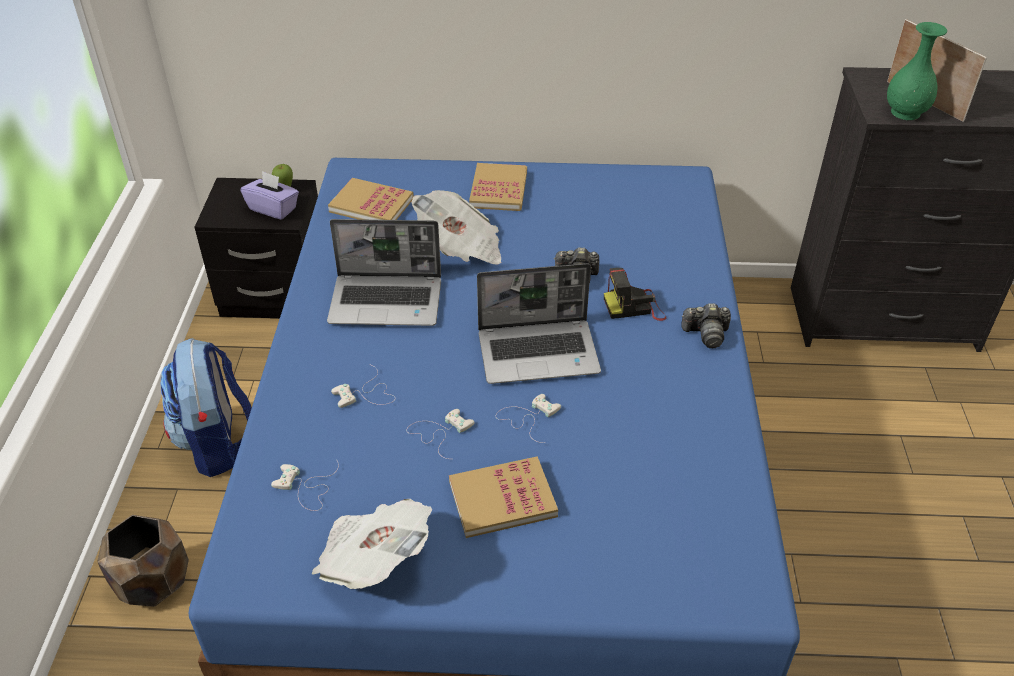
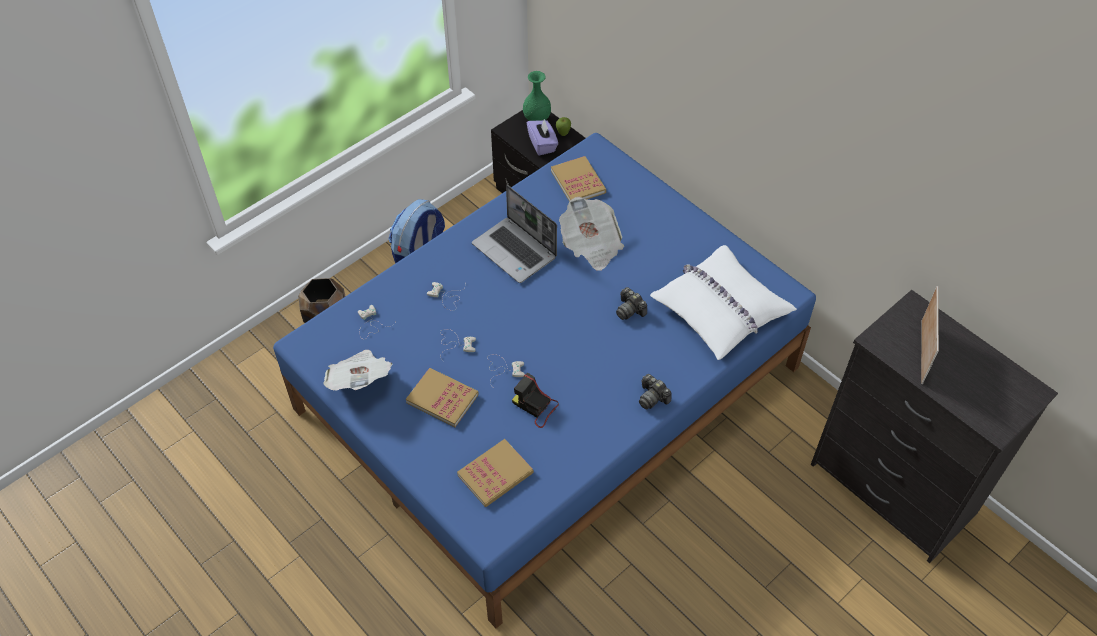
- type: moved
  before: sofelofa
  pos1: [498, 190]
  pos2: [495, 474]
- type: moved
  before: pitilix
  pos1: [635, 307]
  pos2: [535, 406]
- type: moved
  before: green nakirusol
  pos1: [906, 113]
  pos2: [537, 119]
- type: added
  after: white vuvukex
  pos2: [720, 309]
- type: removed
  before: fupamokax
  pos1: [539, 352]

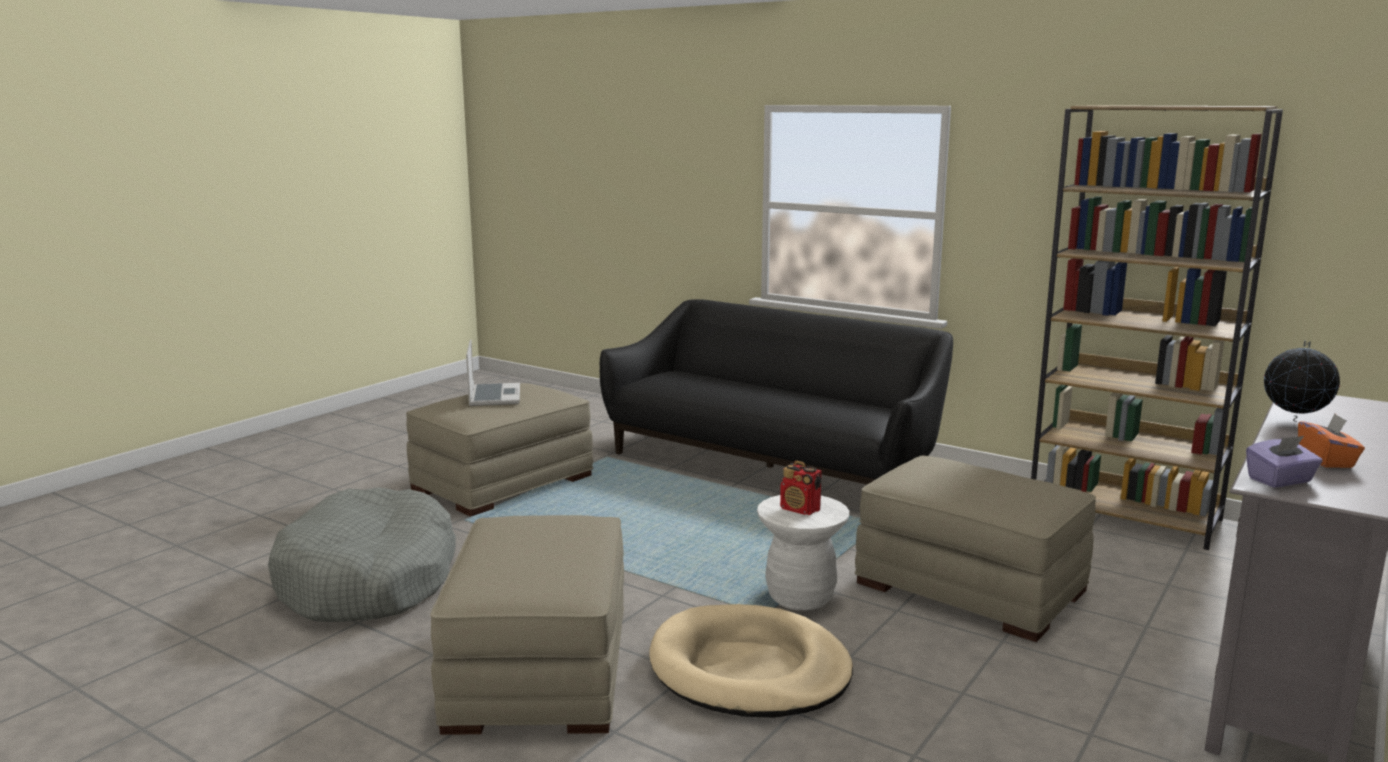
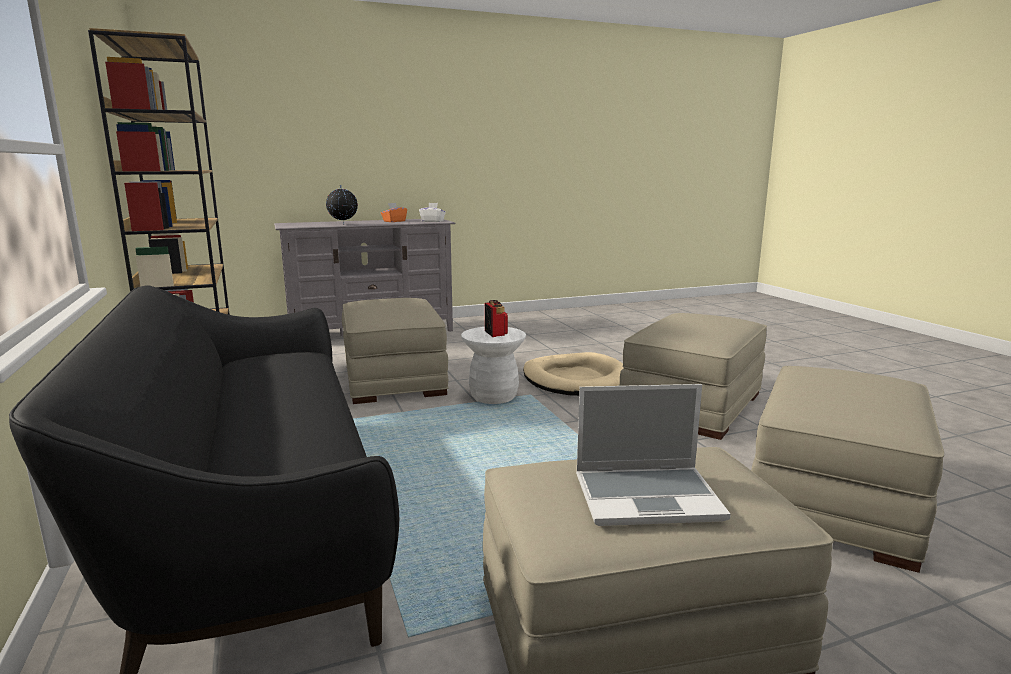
- type: recoloured
  before: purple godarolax
  after: white godarolax
  pos1: [1280, 480]
  pos2: [432, 221]
- type: turned
  before: fupamokax
  pos1: [493, 396]
  pos2: [648, 497]
  turn: -120
- type: replaced
  before: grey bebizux
  after: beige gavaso
  pos1: [368, 580]
  pos2: [834, 500]

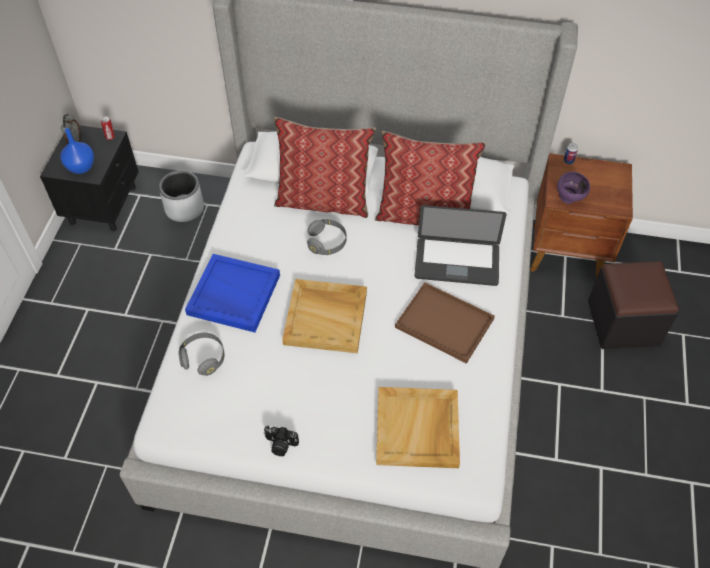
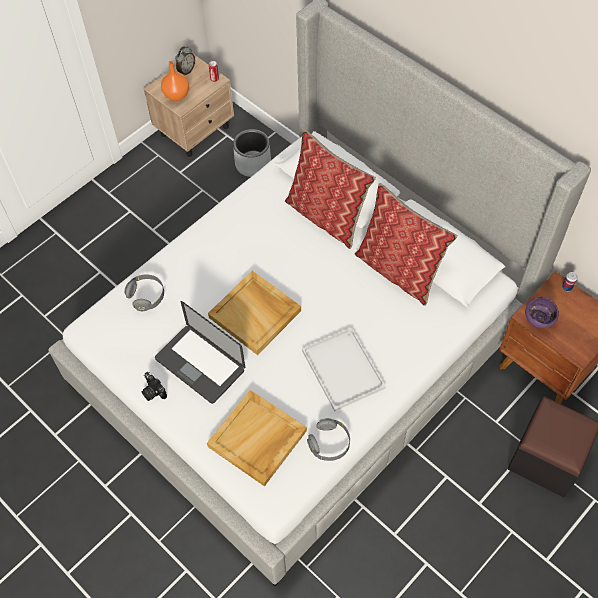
- type: recoloured
  before: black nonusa
  after: beige nonusa
  pos1: [104, 204]
  pos2: [195, 130]
- type: moved
  before: fupamokax
  pos1: [457, 262]
  pos2: [200, 364]
- type: recoloured
  before: blue nakirusol
  after: orange nakirusol
  pos1: [81, 168]
  pos2: [176, 96]
- type: recoloured
  before: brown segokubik
  after: white segokubik
  pos1: [442, 323]
  pos2: [341, 368]
- type: moved
  before: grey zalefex
  pos1: [327, 242]
  pos2: [329, 443]
- type: removed
  before: blue segokubik
  pos1: [233, 295]

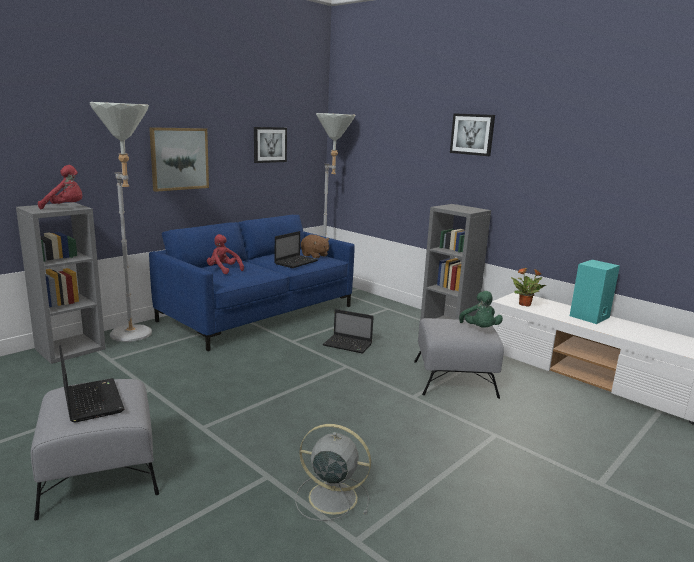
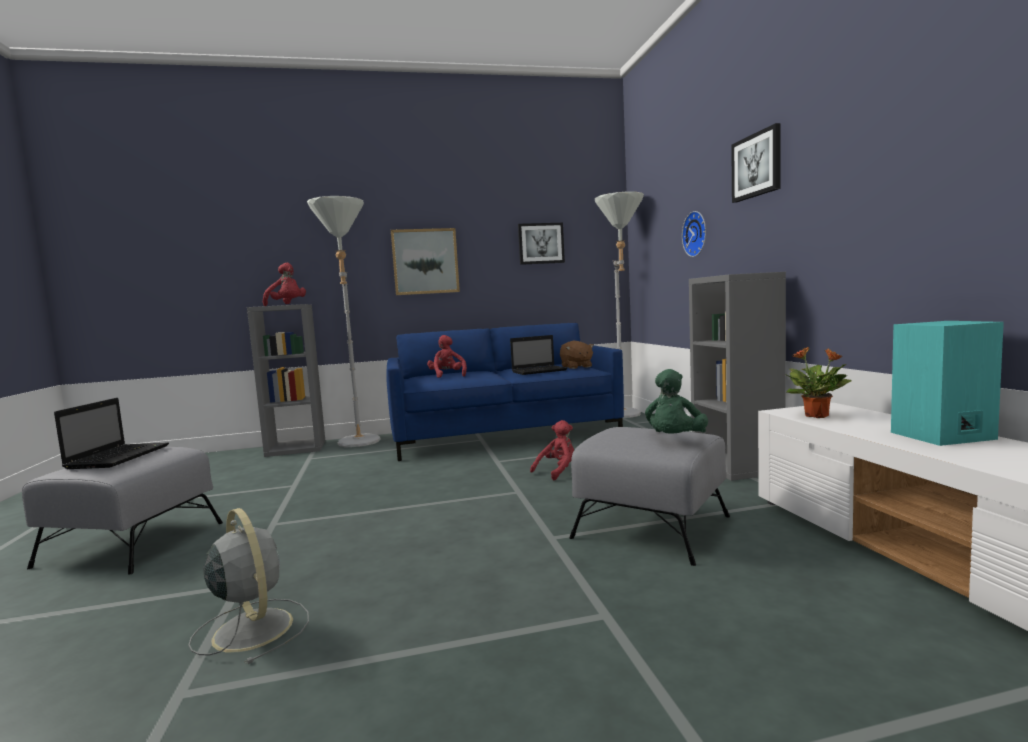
- type: replaced
  before: fupamokax
  after: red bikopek
  pos1: [348, 345]
  pos2: [557, 471]
- type: added
  after: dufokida
  pos2: [697, 234]

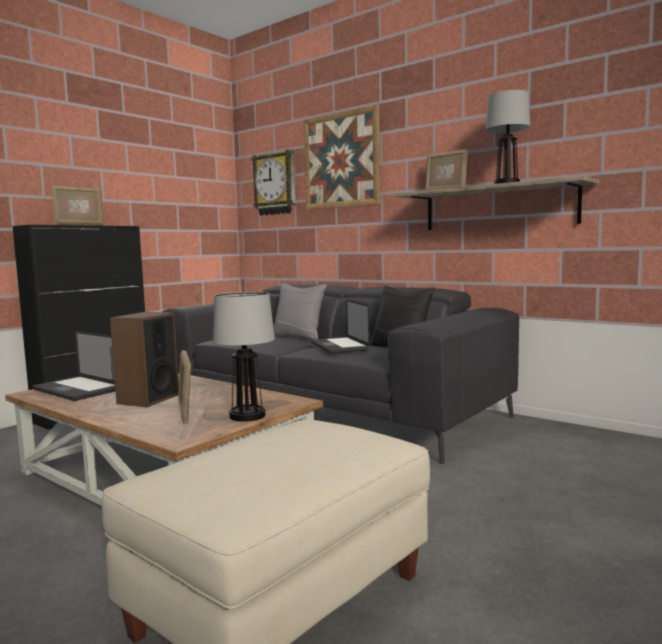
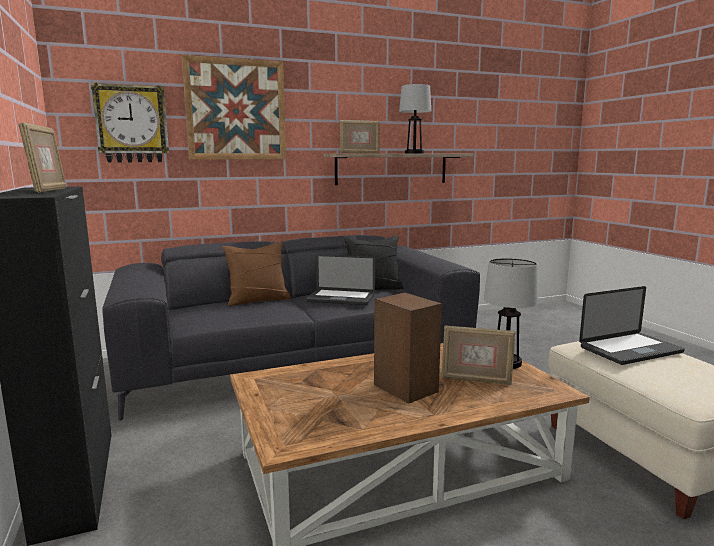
- type: recoloured
  before: grey vuvukex
  after: brown vuvukex
  pos1: [298, 337]
  pos2: [258, 300]
- type: moved
  before: fupamokax
  pos1: [77, 390]
  pos2: [630, 350]

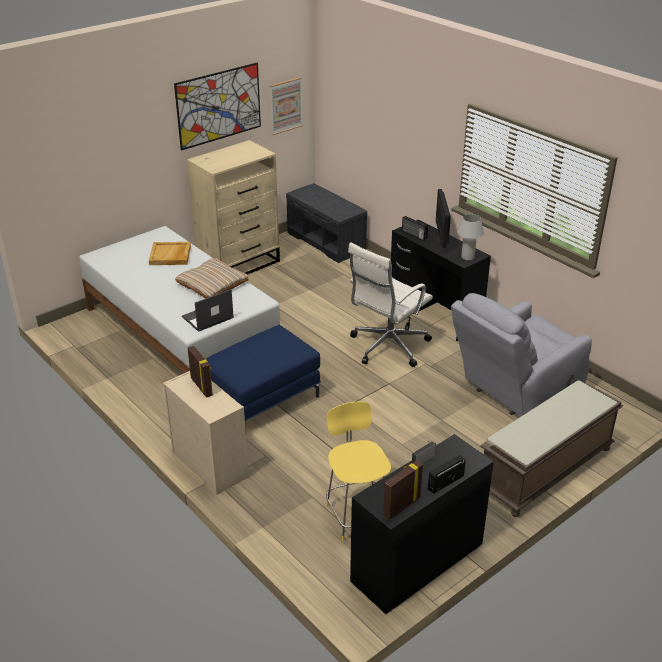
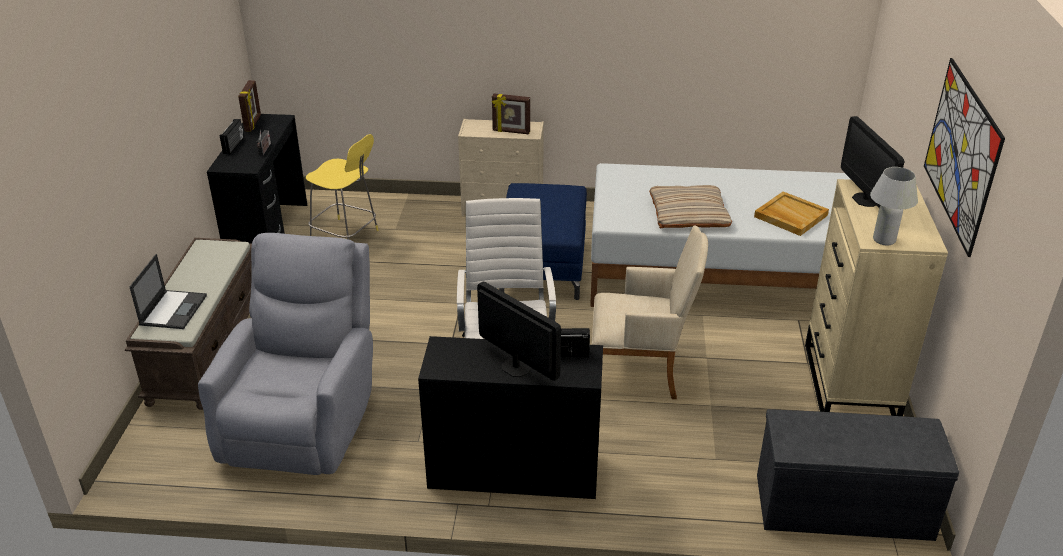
- type: moved
  before: fupamokax
  pos1: [207, 317]
  pos2: [173, 309]
- type: added
  after: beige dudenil
  pos2: [641, 372]
- type: added
  after: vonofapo
  pos2: [865, 199]
- type: moved
  before: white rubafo
  pos1: [467, 257]
  pos2: [884, 240]
- type: removed
  before: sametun
  pos1: [285, 105]

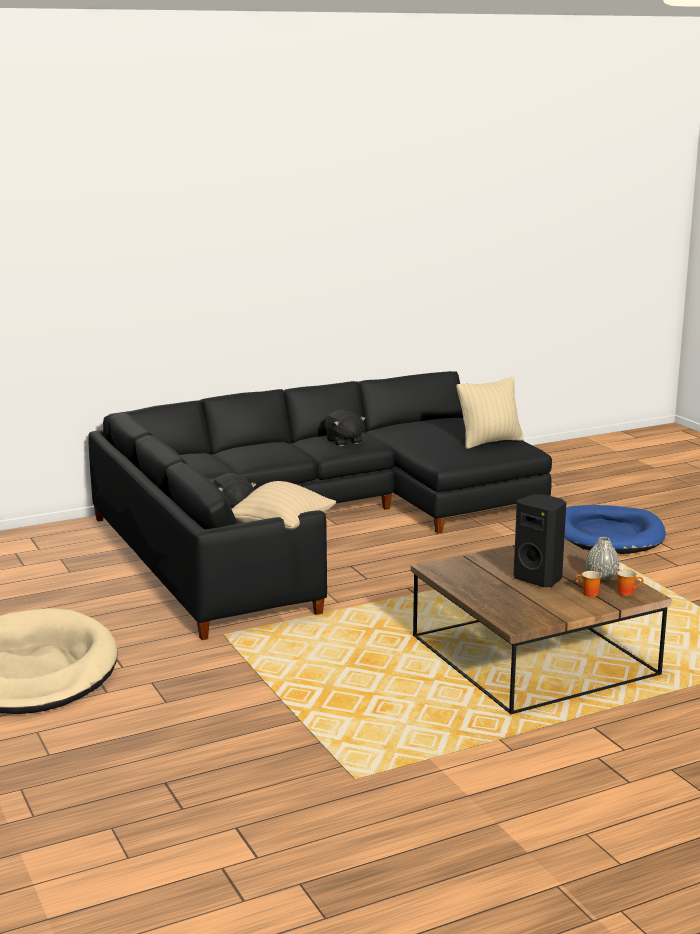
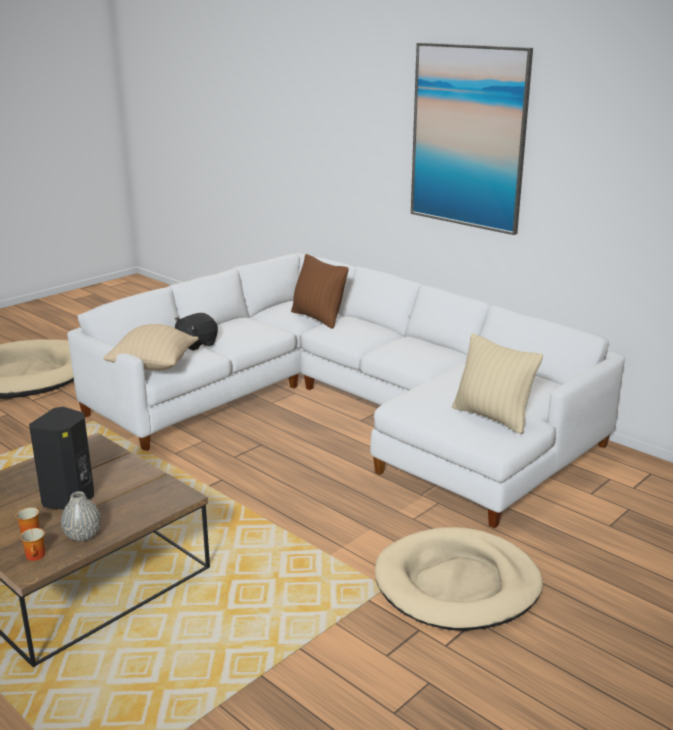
- type: recoloured
  before: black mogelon
  after: white mogelon
  pos1: [308, 525]
  pos2: [348, 409]
- type: added
  after: brown vuvukex
  pos2: [318, 318]
- type: recoloured
  before: blue bebizux
  after: beige bebizux
  pos1: [608, 535]
  pos2: [457, 584]
- type: added
  after: sametun
  pos2: [468, 137]
- type: removed
  before: black bikopek
  pos1: [344, 441]

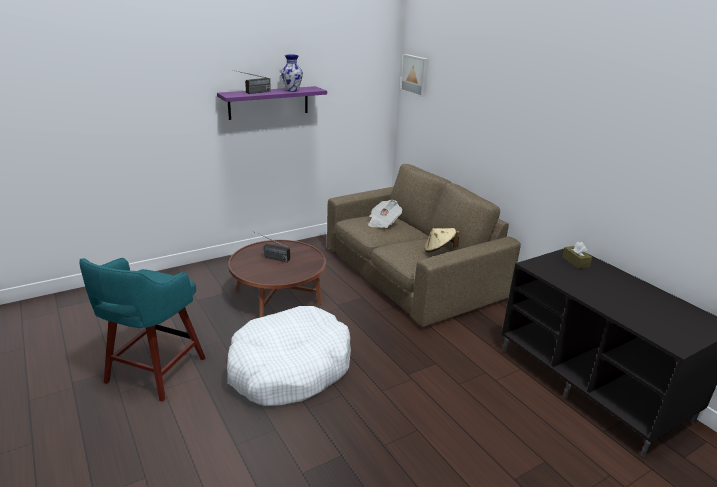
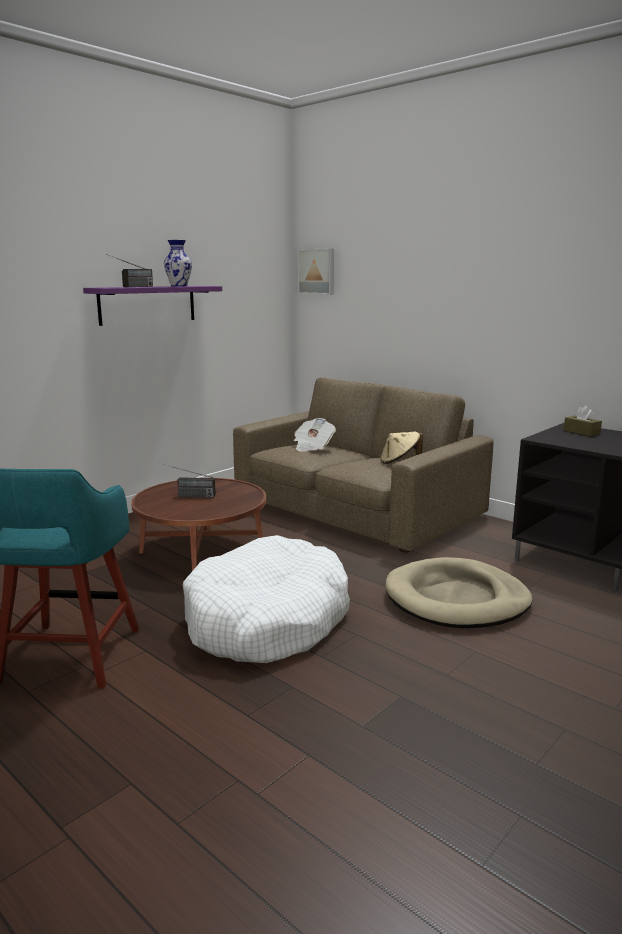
- type: added
  after: beige bebizux
  pos2: [457, 599]

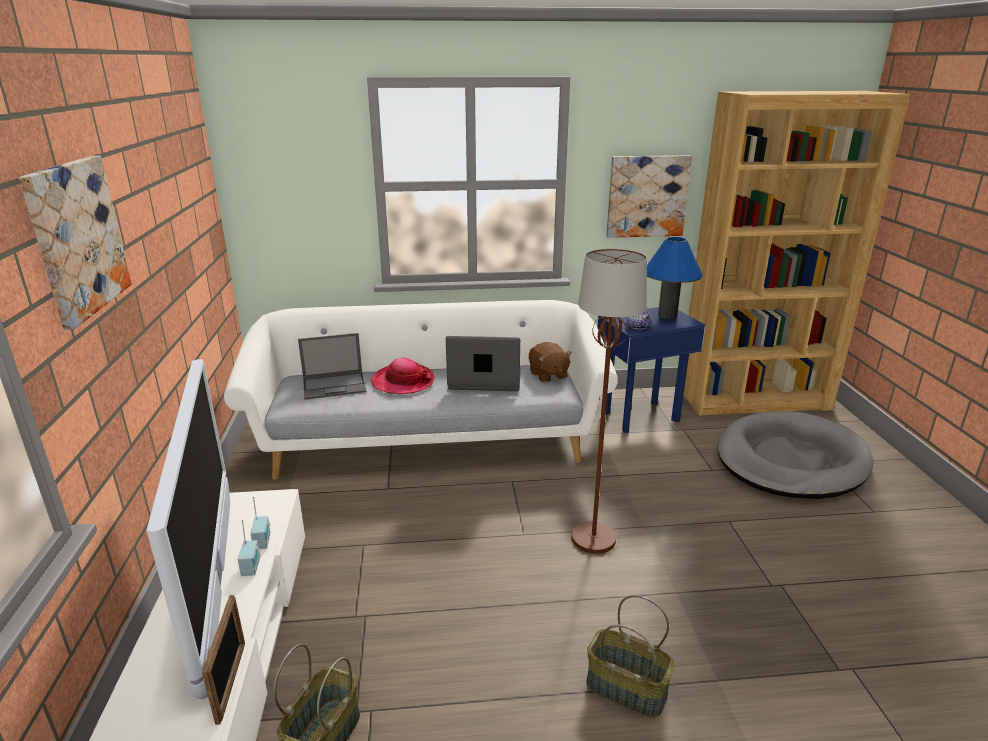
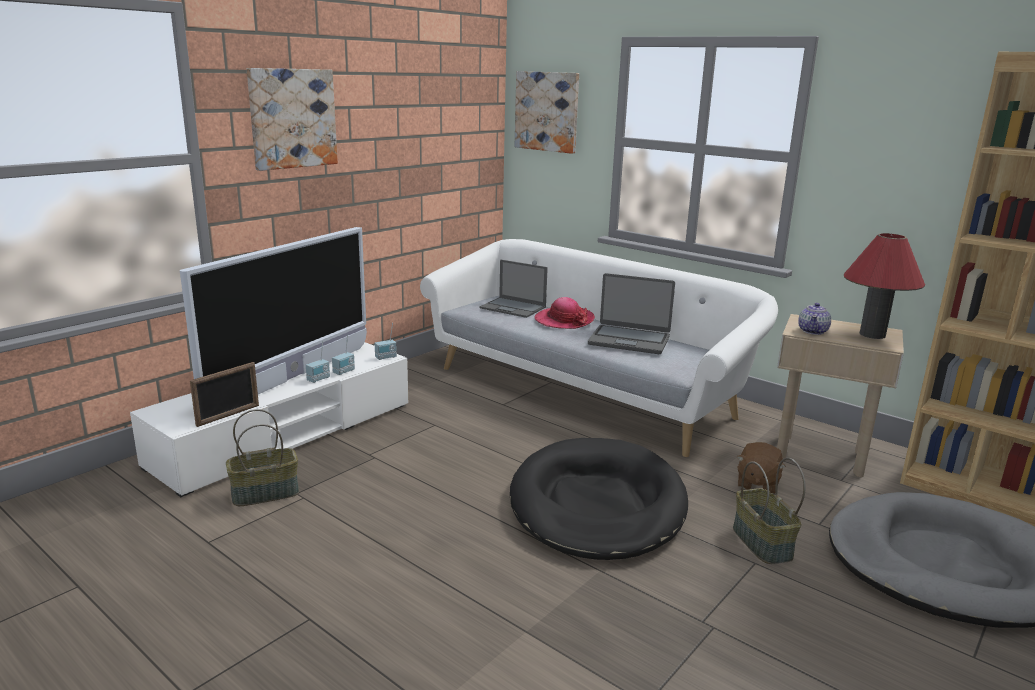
- type: added
  after: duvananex
  pos2: [386, 357]
- type: replaced
  before: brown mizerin
  after: black bebizux
  pos1: [593, 539]
  pos2: [597, 504]
- type: moved
  before: sametun
  pos1: [647, 196]
  pos2: [547, 111]
- type: turned
  before: fupamokax
  pos1: [485, 380]
  pos2: [629, 340]
  turn: 150
- type: moved
  before: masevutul
  pos1: [625, 689]
  pos2: [760, 542]
- type: moved
  before: brown bikopek
  pos1: [548, 375]
  pos2: [757, 483]
- type: recoloured
  before: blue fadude
  after: beige fadude
  pos1: [641, 416]
  pos2: [820, 455]
- type: recoloured
  before: blue rubafo
  after: red rubafo
  pos1: [667, 316]
  pos2: [872, 334]

